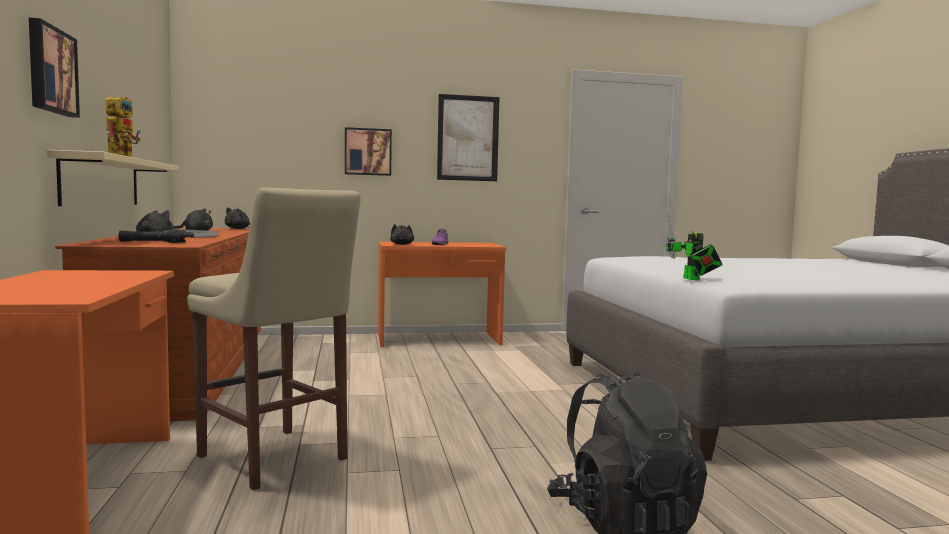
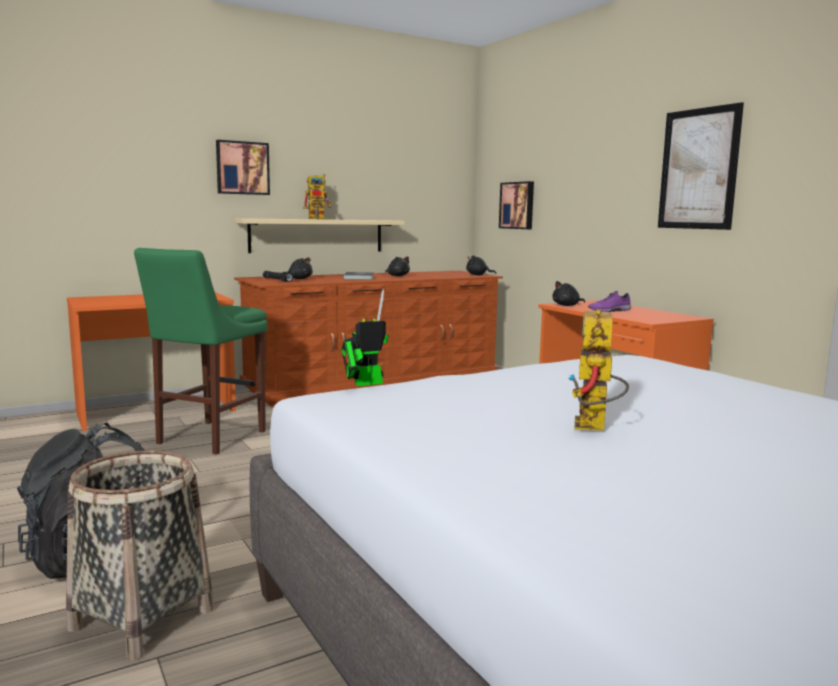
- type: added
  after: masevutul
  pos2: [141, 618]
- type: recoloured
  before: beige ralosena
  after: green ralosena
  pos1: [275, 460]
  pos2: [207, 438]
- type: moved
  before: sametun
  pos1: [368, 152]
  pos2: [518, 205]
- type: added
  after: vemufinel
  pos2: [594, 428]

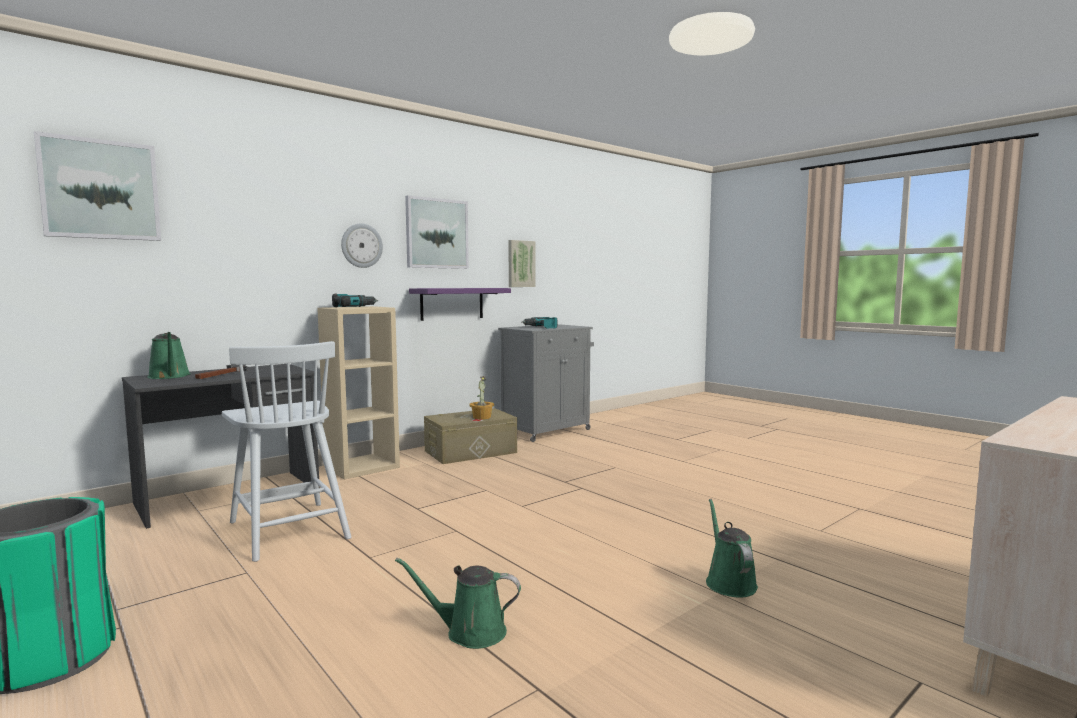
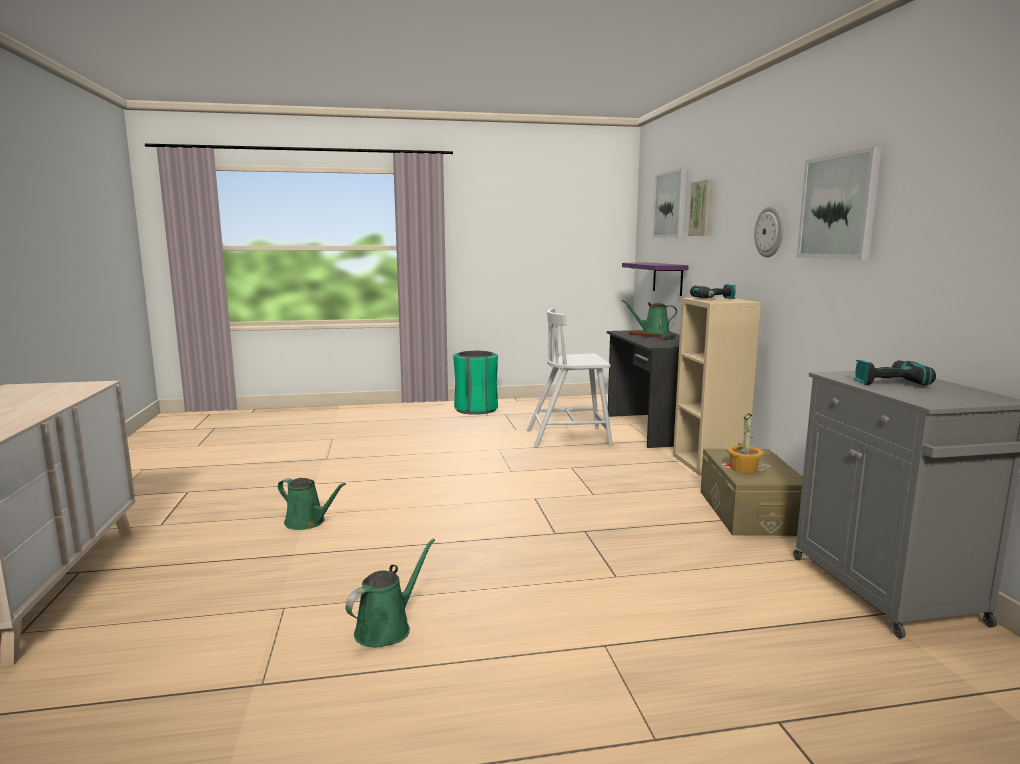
- type: moved
  before: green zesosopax
  pos1: [470, 632]
  pos2: [387, 628]
- type: moved
  before: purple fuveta
  pos1: [452, 303]
  pos2: [667, 278]
- type: moved
  before: sametun
  pos1: [520, 264]
  pos2: [702, 208]

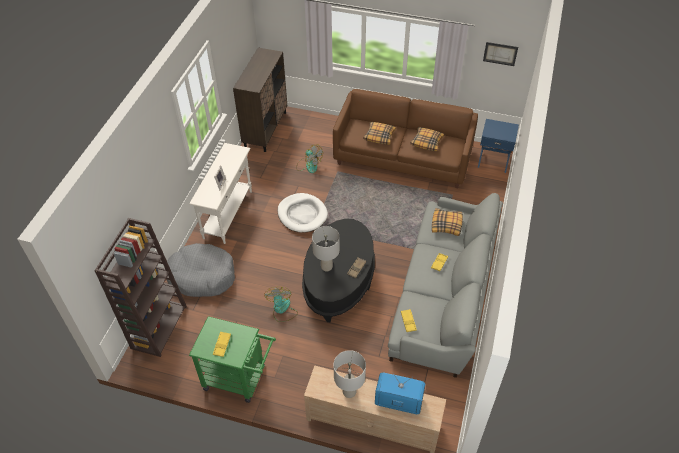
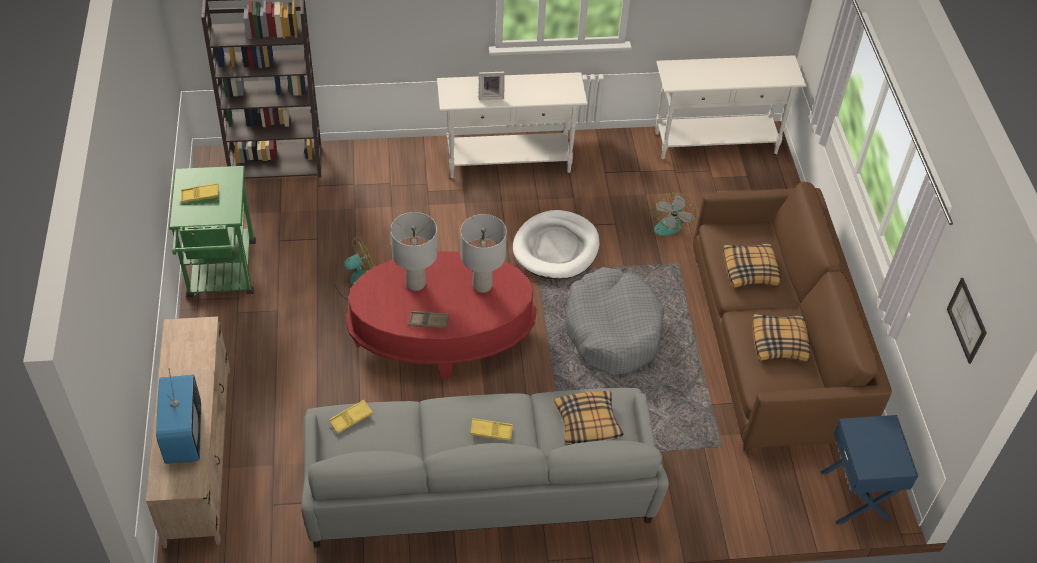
- type: recoloured
  before: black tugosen
  after: red tugosen
  pos1: [339, 281]
  pos2: [442, 335]
- type: moved
  before: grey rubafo
  pos1: [349, 392]
  pos2: [482, 285]
- type: moved
  before: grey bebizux
  pos1: [202, 276]
  pos2: [612, 330]
- type: replaced
  before: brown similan
  after: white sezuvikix
  pos1: [265, 129]
  pos2: [716, 143]

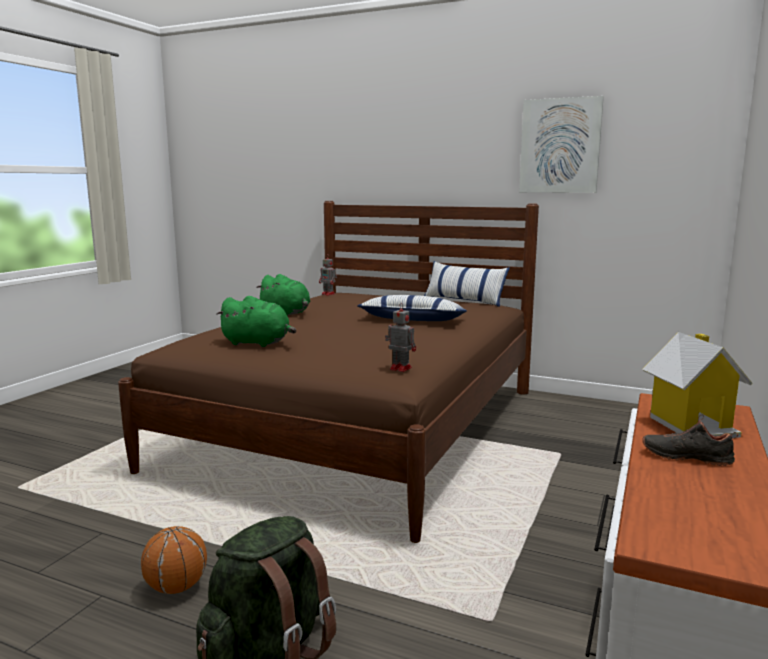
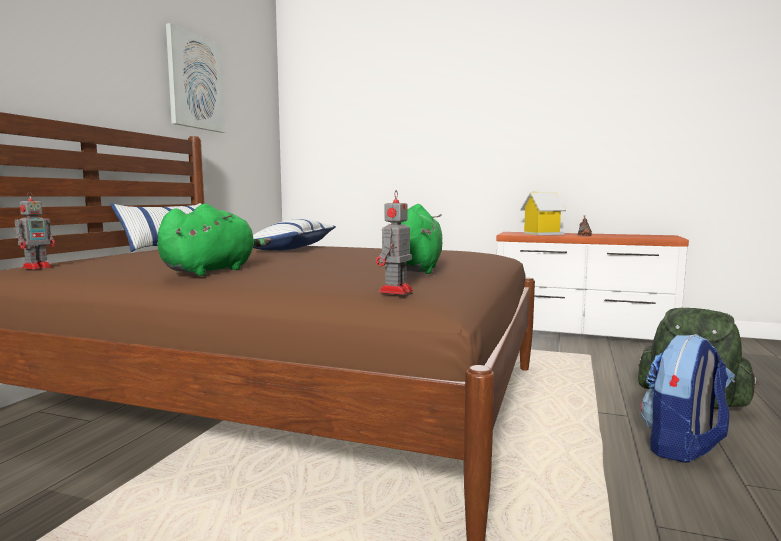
- type: moved
  before: vemufinel
  pos1: [399, 368]
  pos2: [395, 291]
- type: replaced
  before: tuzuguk
  after: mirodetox
  pos1: [176, 587]
  pos2: [682, 447]

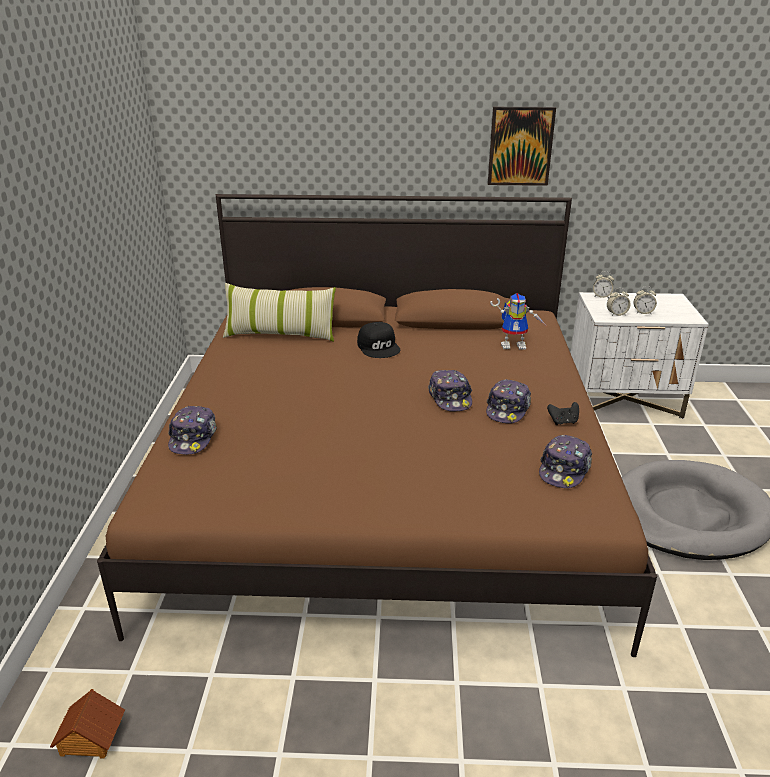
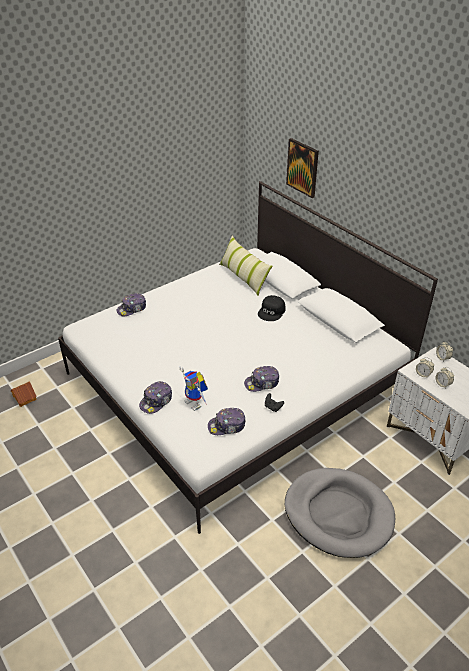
- type: recoloured
  before: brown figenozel
  after: white figenozel
  pos1: [385, 479]
  pos2: [235, 384]
- type: moved
  before: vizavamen
  pos1: [450, 398]
  pos2: [156, 401]
- type: moved
  before: vemufinel
  pos1: [515, 345]
  pos2: [196, 403]
- type: moved
  before: sametun
  pos1: [520, 146]
  pos2: [302, 167]

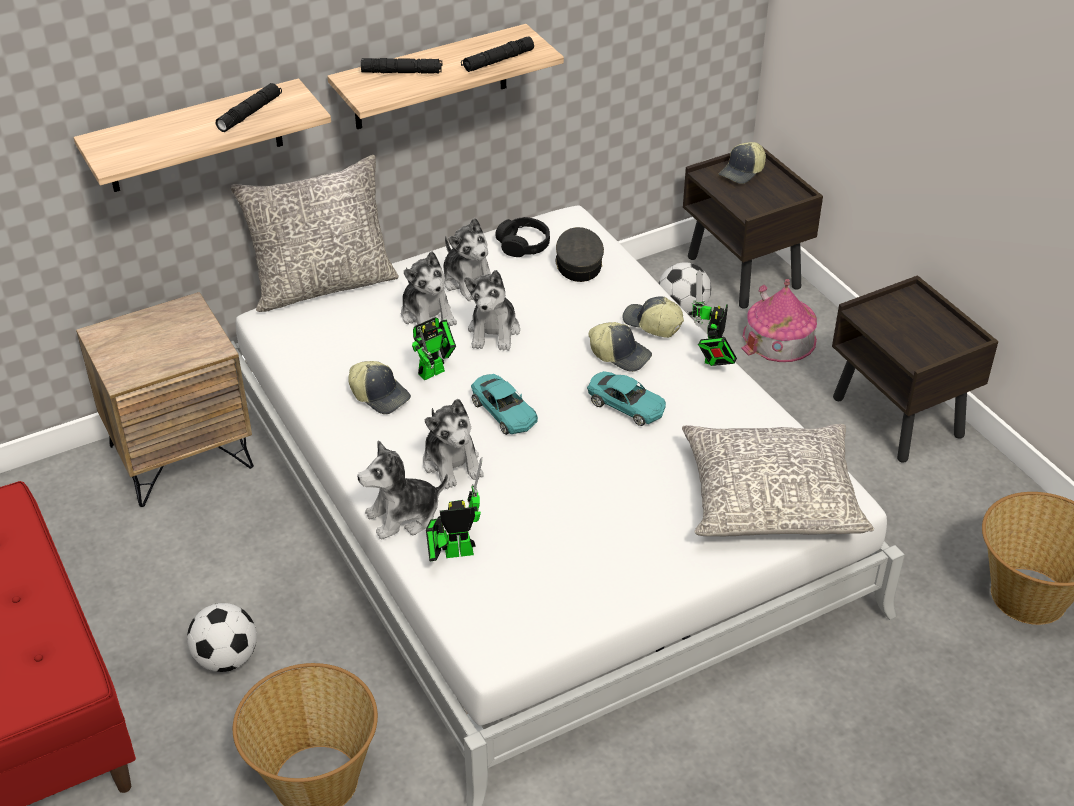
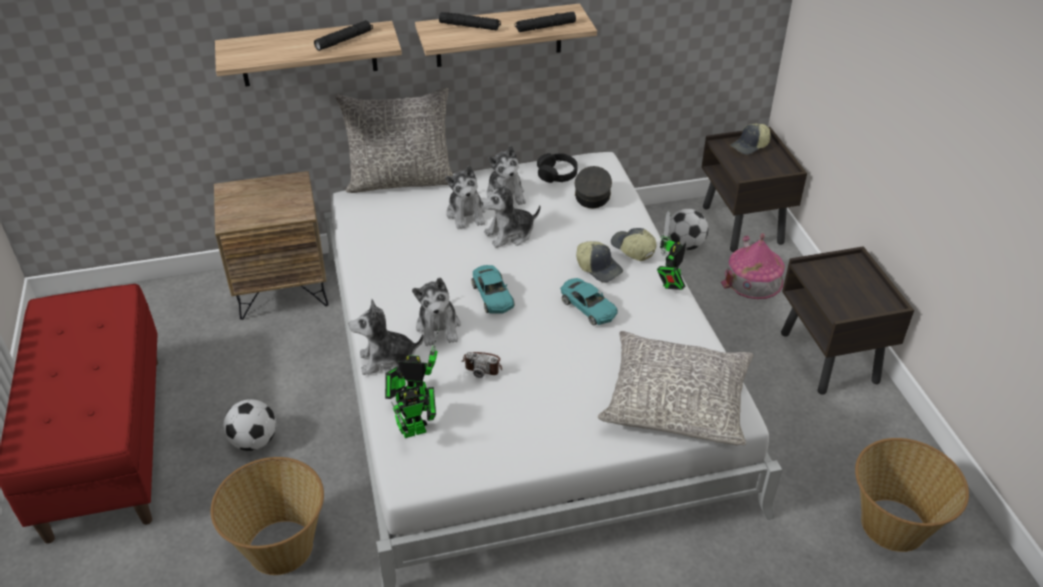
- type: moved
  before: vemufinel
  pos1: [435, 371]
  pos2: [418, 430]
- type: added
  after: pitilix
  pos2: [483, 365]
- type: turned
  before: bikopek
  pos1: [494, 331]
  pos2: [510, 234]
  turn: 45
- type: removed
  before: vizavamen
  pos1: [380, 395]

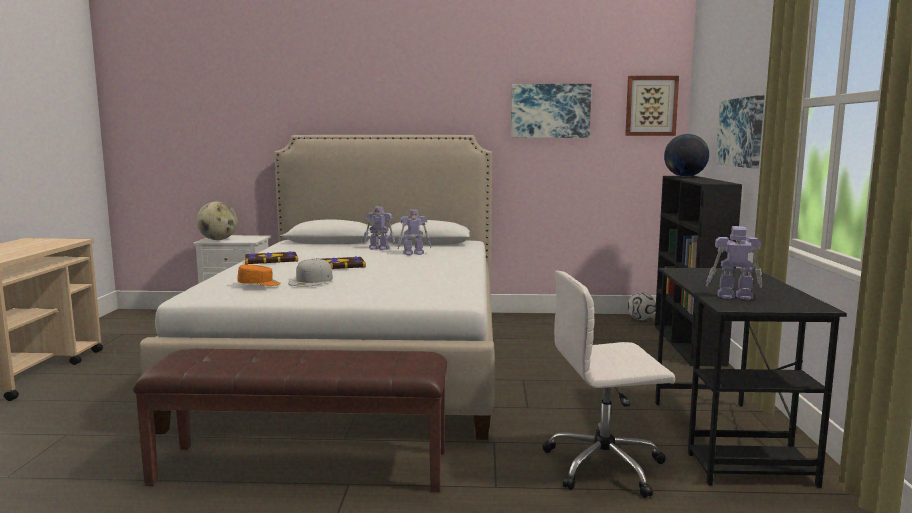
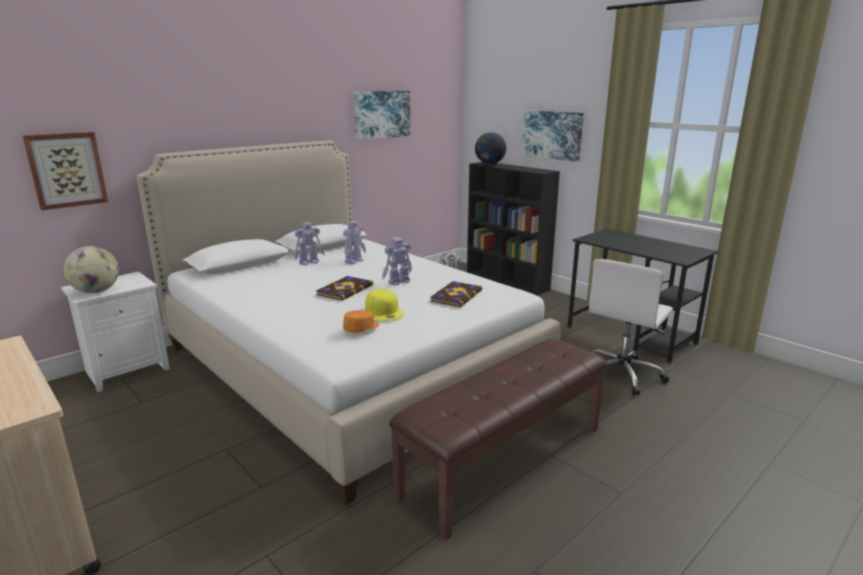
- type: moved
  before: sametun
  pos1: [651, 106]
  pos2: [66, 170]
- type: recoloured
  before: white vizavamen
  after: yellow vizavamen
  pos1: [311, 281]
  pos2: [384, 311]
- type: moved
  before: vemufinel
  pos1: [733, 296]
  pos2: [398, 282]
- type: moved
  before: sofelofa
  pos1: [271, 260]
  pos2: [456, 295]

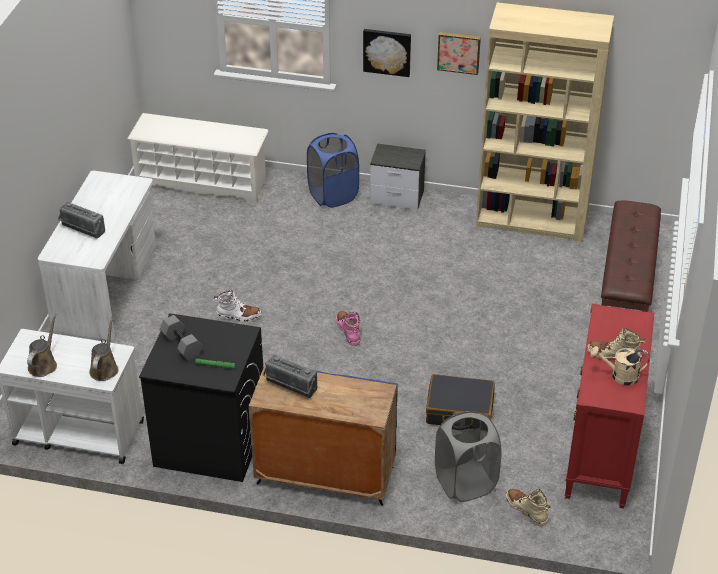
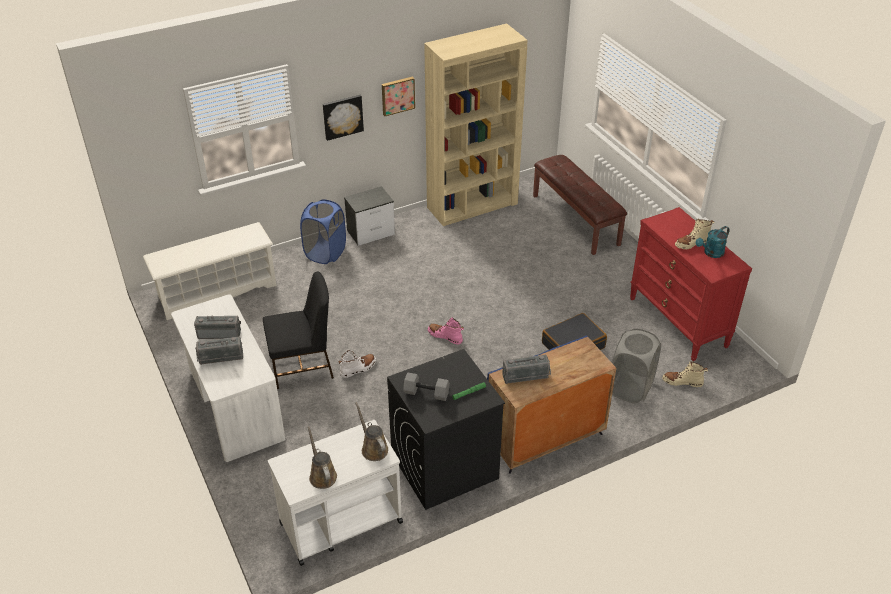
- type: added
  after: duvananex
  pos2: [219, 333]
- type: added
  after: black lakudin
  pos2: [303, 366]
- type: recoloured
  before: beige zesosopax
  after: turquoise zesosopax
  pos1: [619, 376]
  pos2: [711, 253]

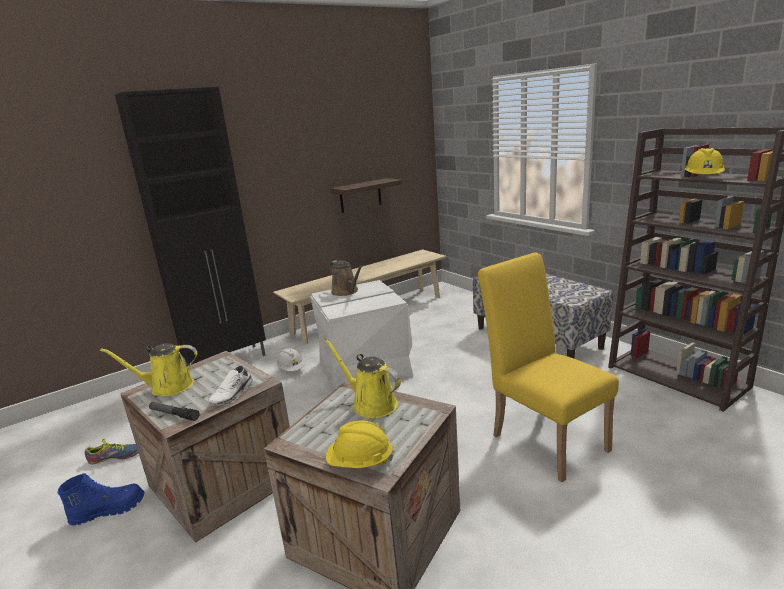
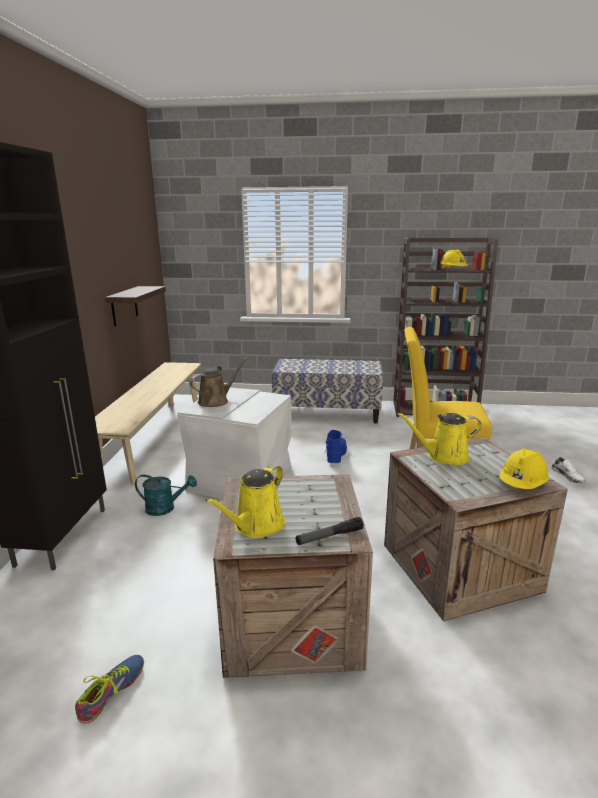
- type: replaced
  before: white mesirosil
  after: turquoise zesosopax
  pos1: [291, 369]
  pos2: [165, 508]
- type: turned
  before: brown zesosopax
  pos1: [346, 291]
  pos2: [216, 401]
  turn: -45
- type: moved
  before: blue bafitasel
  pos1: [108, 510]
  pos2: [335, 456]
- type: moved
  before: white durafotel
  pos1: [233, 394]
  pos2: [568, 476]

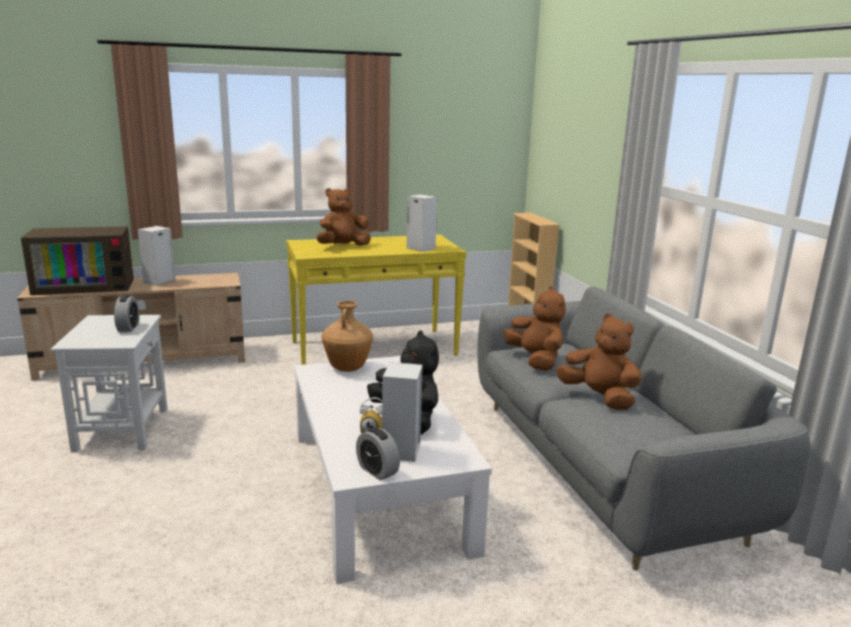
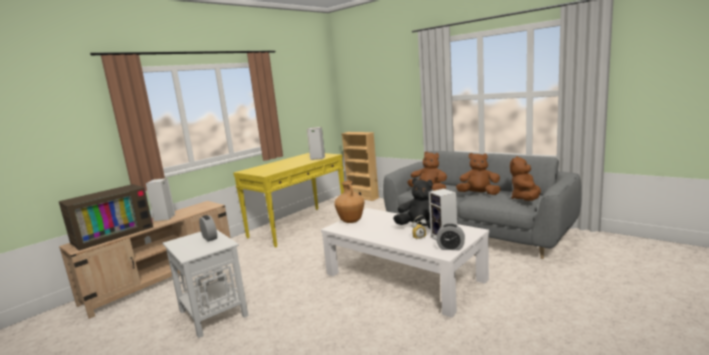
- type: moved
  before: brown bikopek
  pos1: [343, 246]
  pos2: [526, 199]

